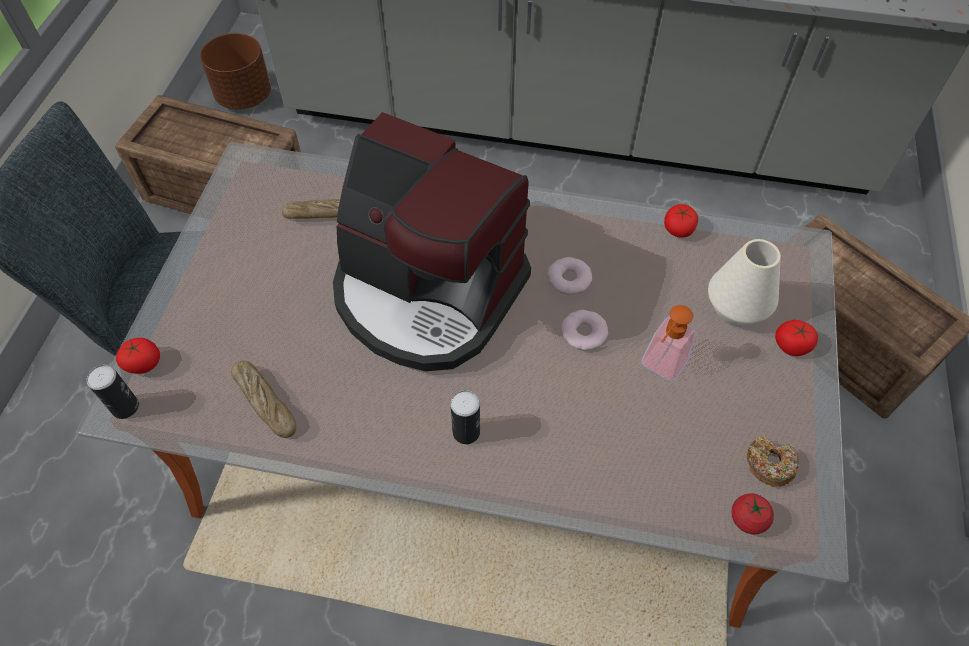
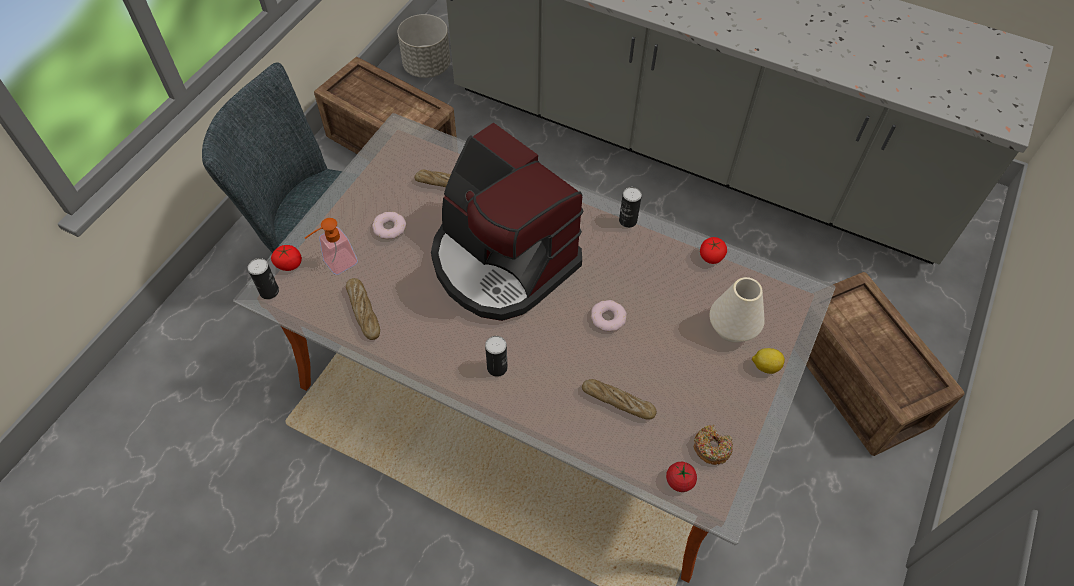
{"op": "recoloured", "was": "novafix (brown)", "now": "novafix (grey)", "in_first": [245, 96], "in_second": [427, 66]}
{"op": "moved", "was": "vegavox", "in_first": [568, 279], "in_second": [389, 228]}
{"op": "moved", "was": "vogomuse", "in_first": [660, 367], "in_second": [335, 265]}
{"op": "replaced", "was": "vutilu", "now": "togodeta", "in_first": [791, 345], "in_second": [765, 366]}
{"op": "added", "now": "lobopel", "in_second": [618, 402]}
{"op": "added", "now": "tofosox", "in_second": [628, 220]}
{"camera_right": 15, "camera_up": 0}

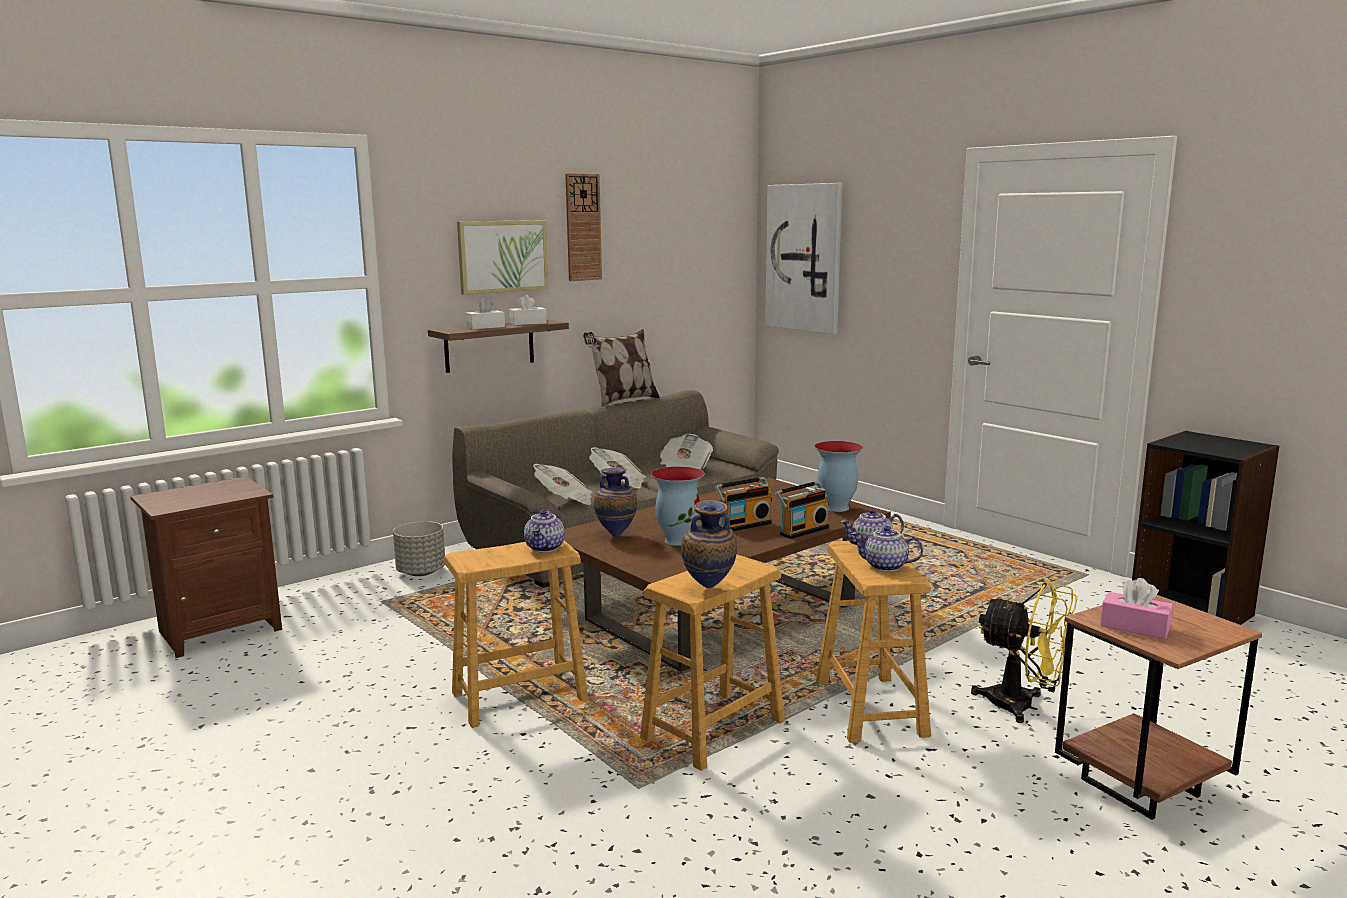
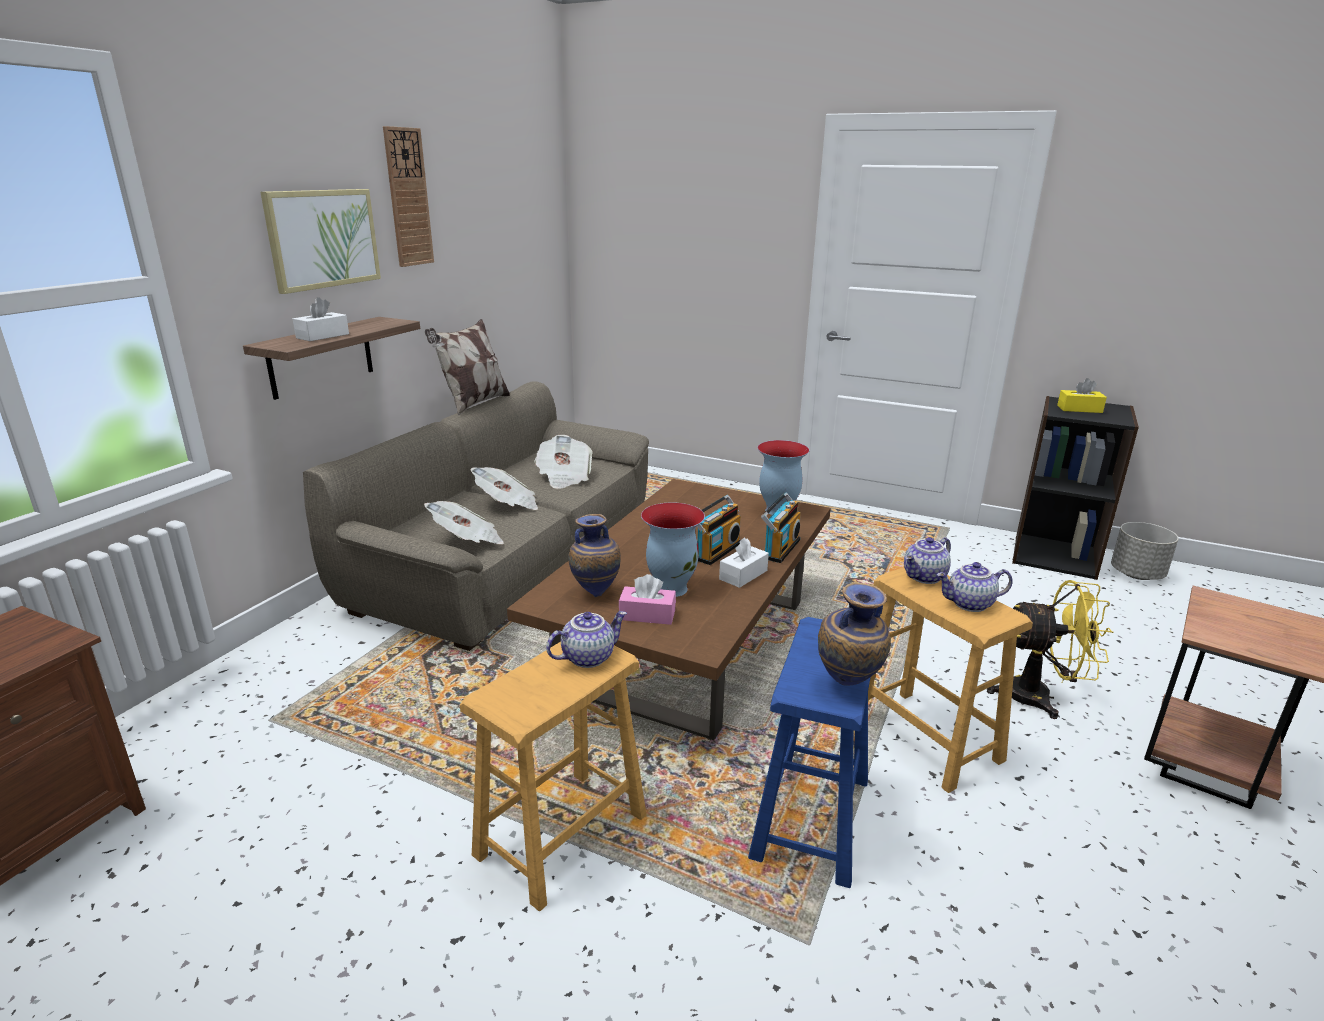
{"op": "moved", "was": "novafix (grey)", "in_first": [421, 572], "in_second": [1136, 574]}
{"op": "moved", "was": "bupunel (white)", "in_first": [528, 323], "in_second": [743, 575]}
{"op": "turned", "was": "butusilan", "in_first": [545, 548], "in_second": [588, 657], "clockwise": -105}
{"op": "recoloured", "was": "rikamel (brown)", "now": "rikamel (blue)", "in_first": [714, 730], "in_second": [811, 818]}
{"op": "removed", "was": "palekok", "in_first": [804, 258]}
{"op": "moved", "was": "bupunel (pink)", "in_first": [1135, 627], "in_second": [647, 615]}
{"op": "added", "now": "bupunel (yellow)", "in_second": [1079, 409]}
{"camera_right": -25, "camera_up": 10}

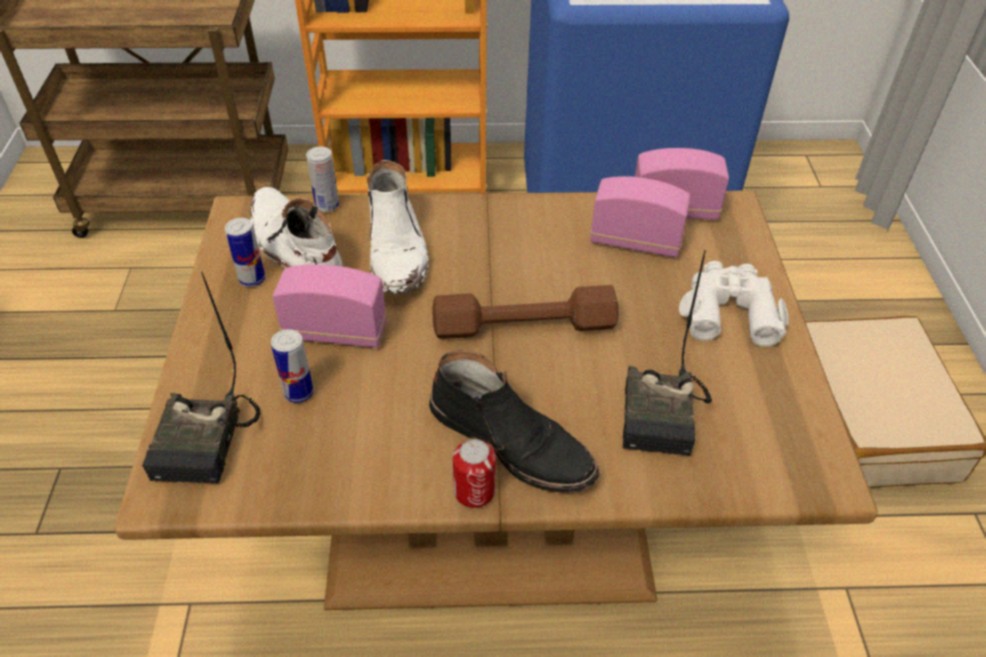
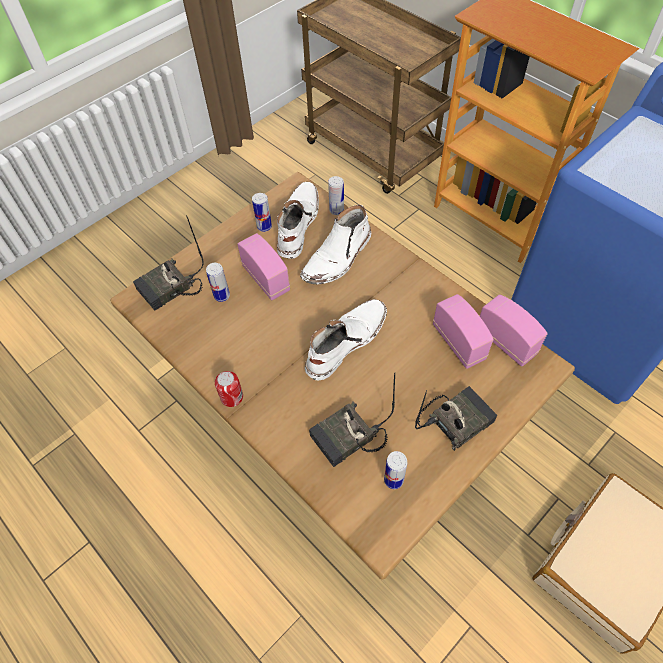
{"op": "removed", "was": "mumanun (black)", "in_first": [512, 441]}
{"op": "replaced", "was": "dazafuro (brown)", "now": "mumanun (white)", "in_first": [524, 326], "in_second": [345, 342]}
{"op": "replaced", "was": "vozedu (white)", "now": "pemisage", "in_first": [729, 311], "in_second": [455, 419]}
{"op": "added", "now": "tofosox", "in_second": [393, 480]}
{"camera_right": 50, "camera_up": 10}

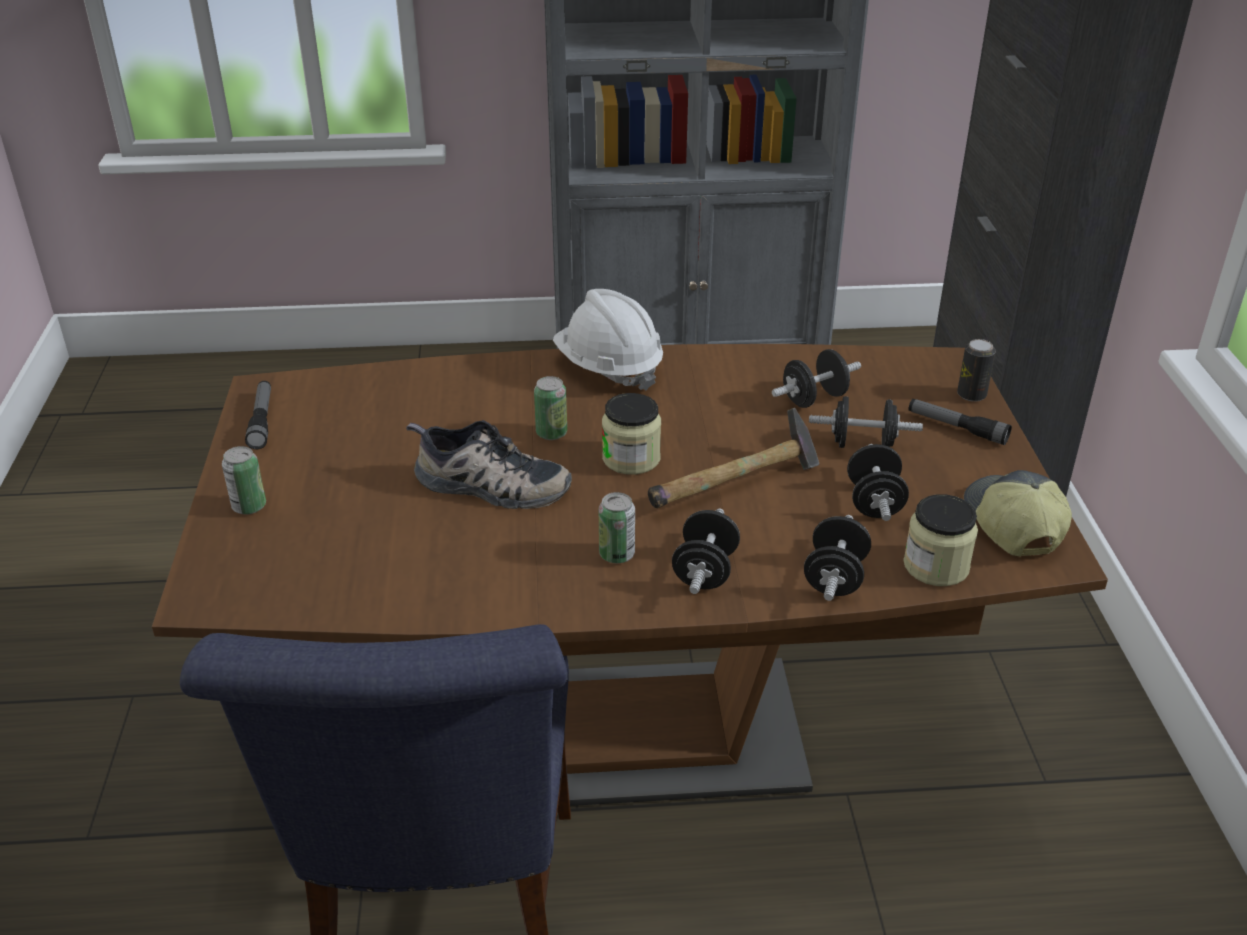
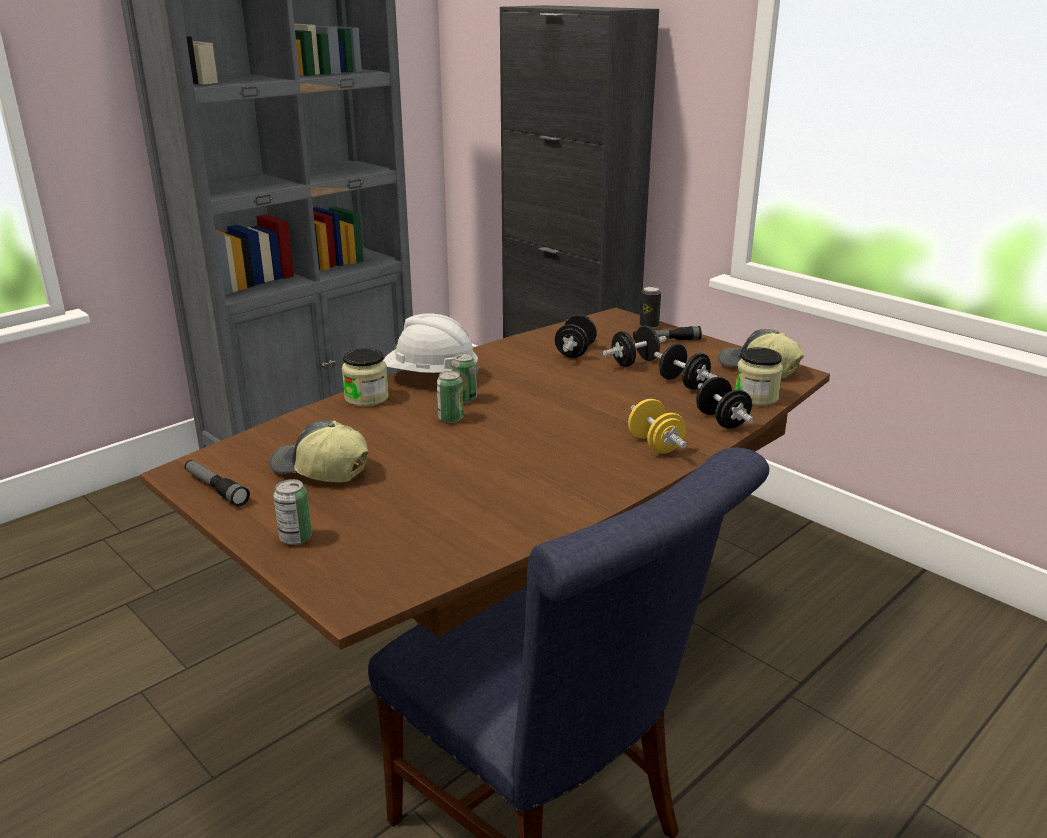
{"op": "removed", "was": "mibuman", "in_first": [489, 486]}
{"op": "moved", "was": "tofosox", "in_first": [617, 554], "in_second": [464, 399]}
{"op": "moved", "was": "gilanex", "in_first": [631, 458], "in_second": [366, 398]}
{"op": "removed", "was": "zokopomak", "in_first": [737, 486]}
{"op": "recoloured", "was": "dazafuro (black)", "now": "dazafuro (yellow)", "in_first": [705, 572], "in_second": [655, 445]}
{"op": "added", "now": "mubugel", "in_second": [319, 470]}
{"camera_right": -40, "camera_up": -10}

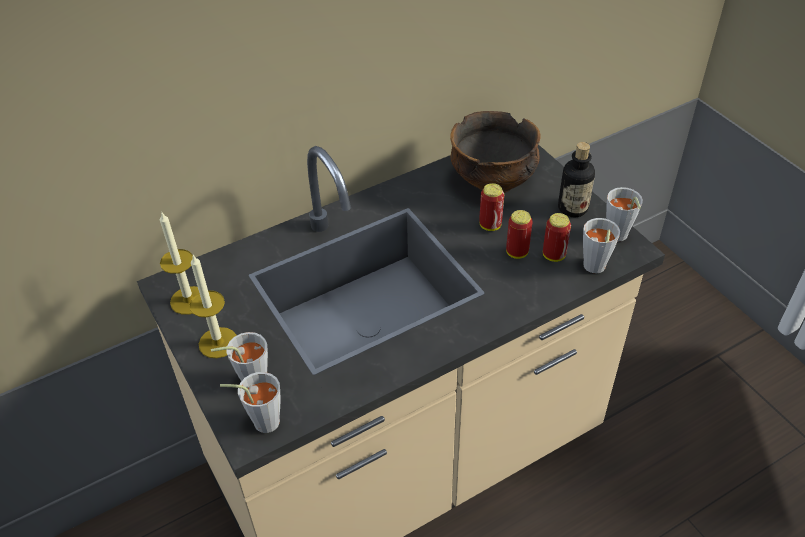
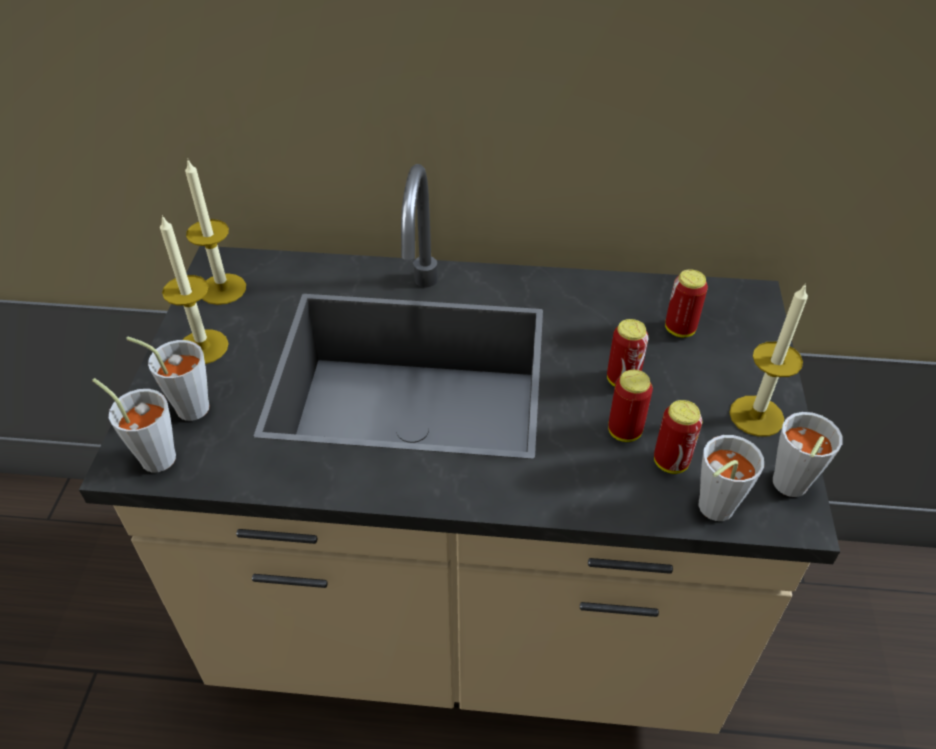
{"op": "replaced", "was": "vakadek", "now": "tofosox", "in_first": [493, 181], "in_second": [679, 329]}
{"op": "replaced", "was": "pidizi", "now": "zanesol", "in_first": [572, 208], "in_second": [756, 416]}
{"camera_right": 35, "camera_up": 0}

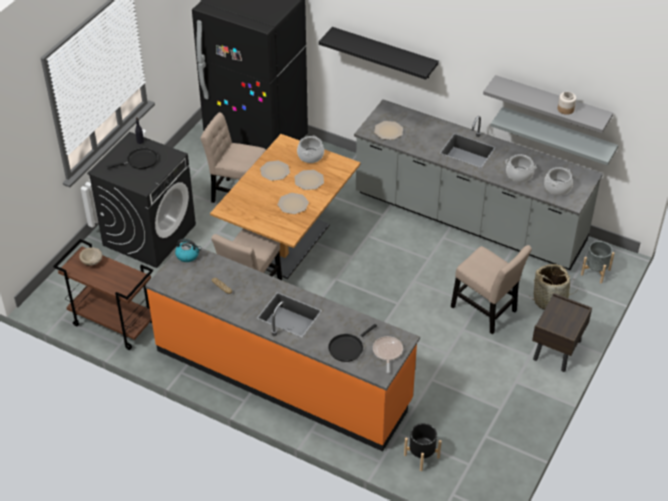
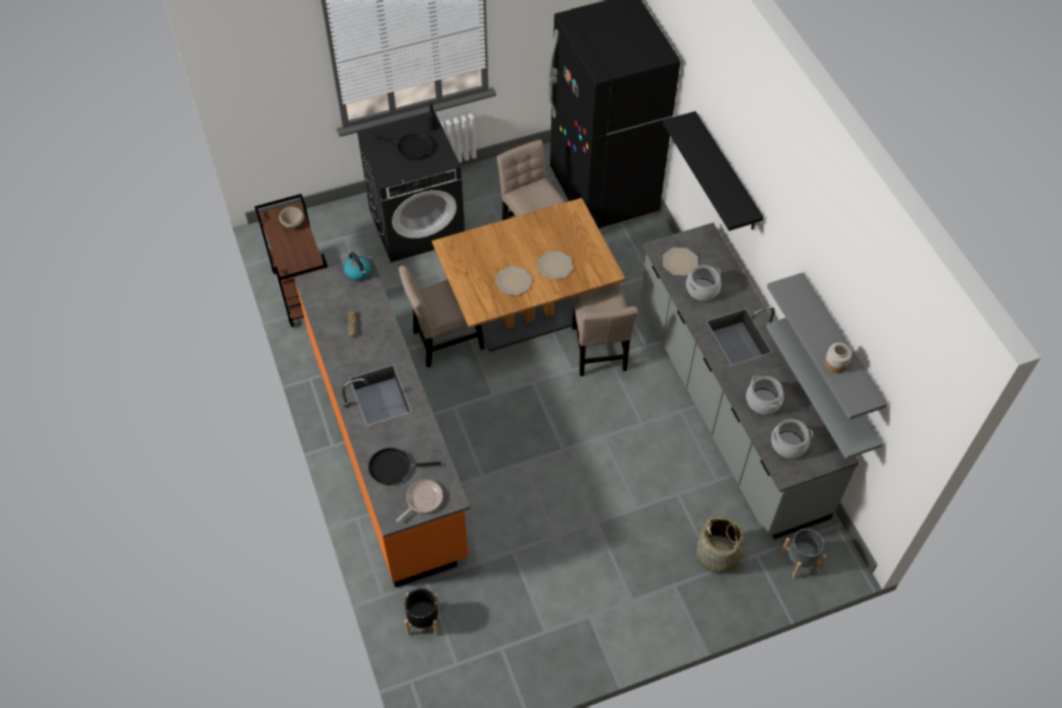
{"op": "removed", "was": "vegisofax", "in_first": [274, 171]}
{"op": "moved", "was": "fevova", "in_first": [310, 156], "in_second": [702, 289]}
{"op": "moved", "was": "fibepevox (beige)", "in_first": [486, 311], "in_second": [598, 352]}
{"op": "removed", "was": "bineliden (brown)", "in_first": [557, 351]}
{"camera_right": 40, "camera_up": 10}

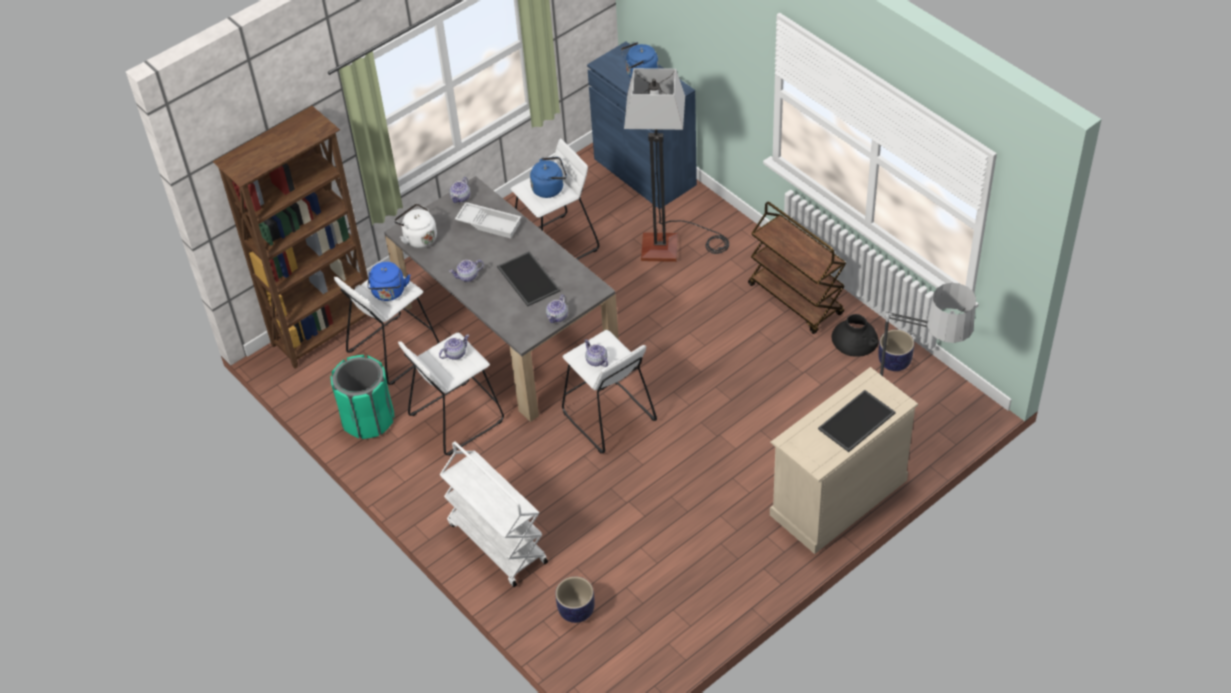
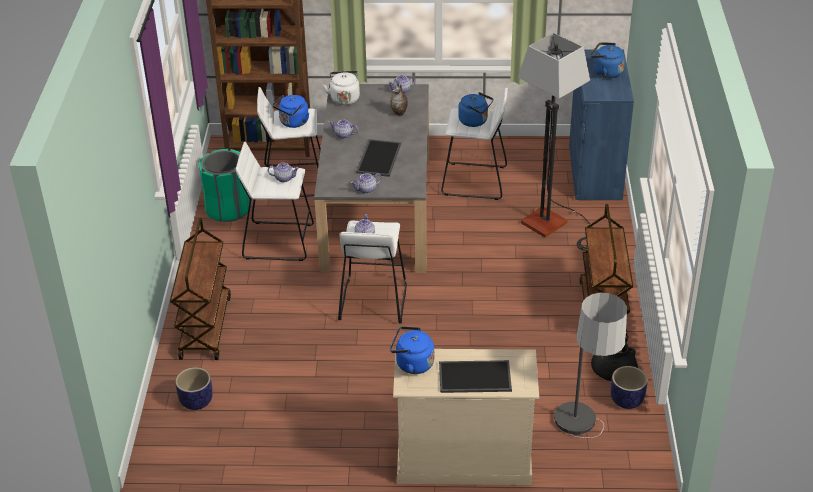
{"op": "recoloured", "was": "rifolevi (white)", "now": "rifolevi (brown)", "in_first": [496, 542], "in_second": [205, 327]}
{"op": "replaced", "was": "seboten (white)", "now": "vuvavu", "in_first": [489, 223], "in_second": [399, 114]}
{"op": "added", "now": "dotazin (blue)", "in_second": [412, 364]}
{"camera_right": 40, "camera_up": -10}

